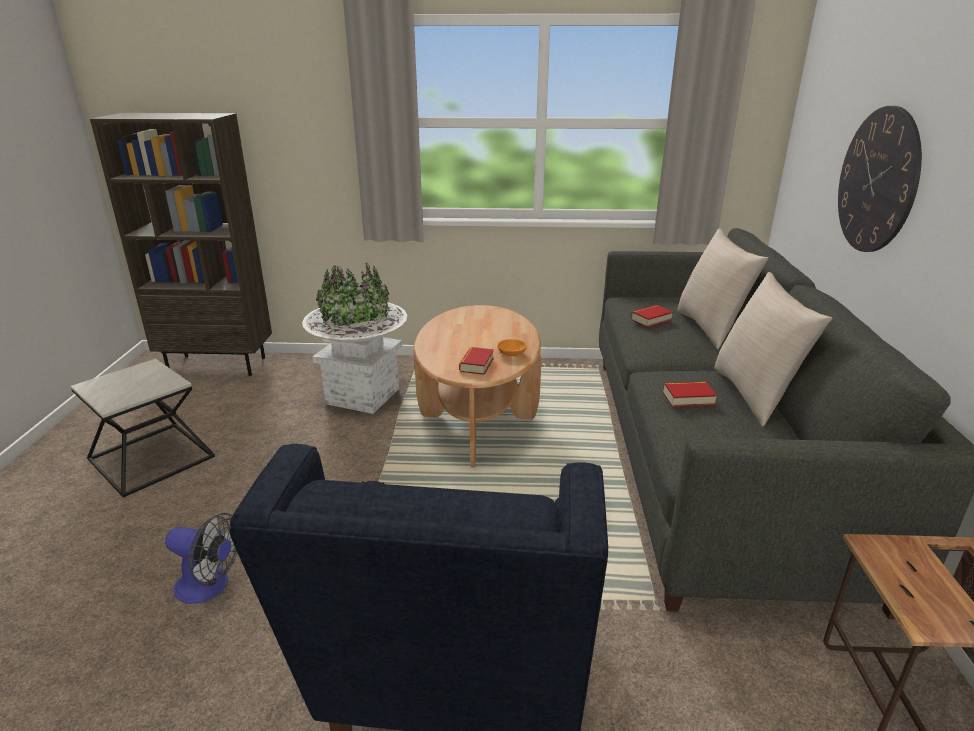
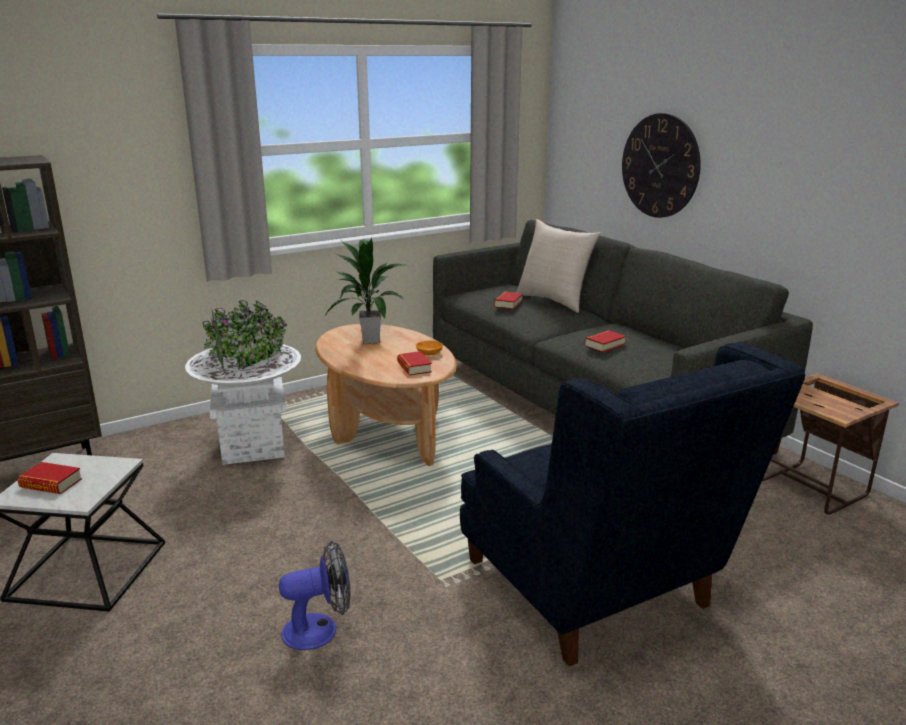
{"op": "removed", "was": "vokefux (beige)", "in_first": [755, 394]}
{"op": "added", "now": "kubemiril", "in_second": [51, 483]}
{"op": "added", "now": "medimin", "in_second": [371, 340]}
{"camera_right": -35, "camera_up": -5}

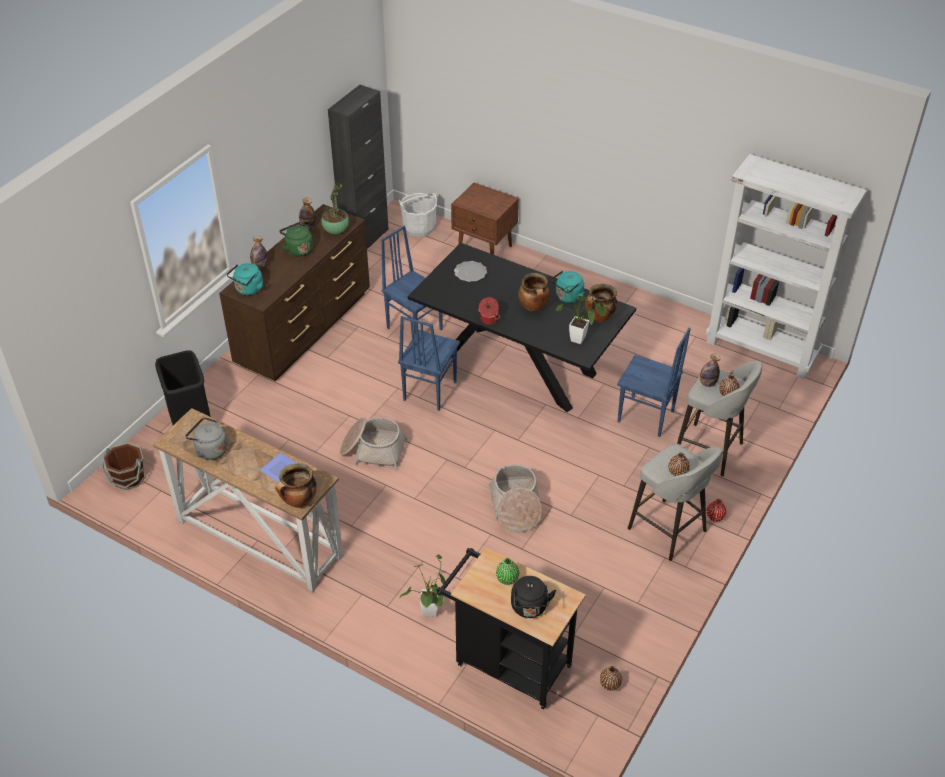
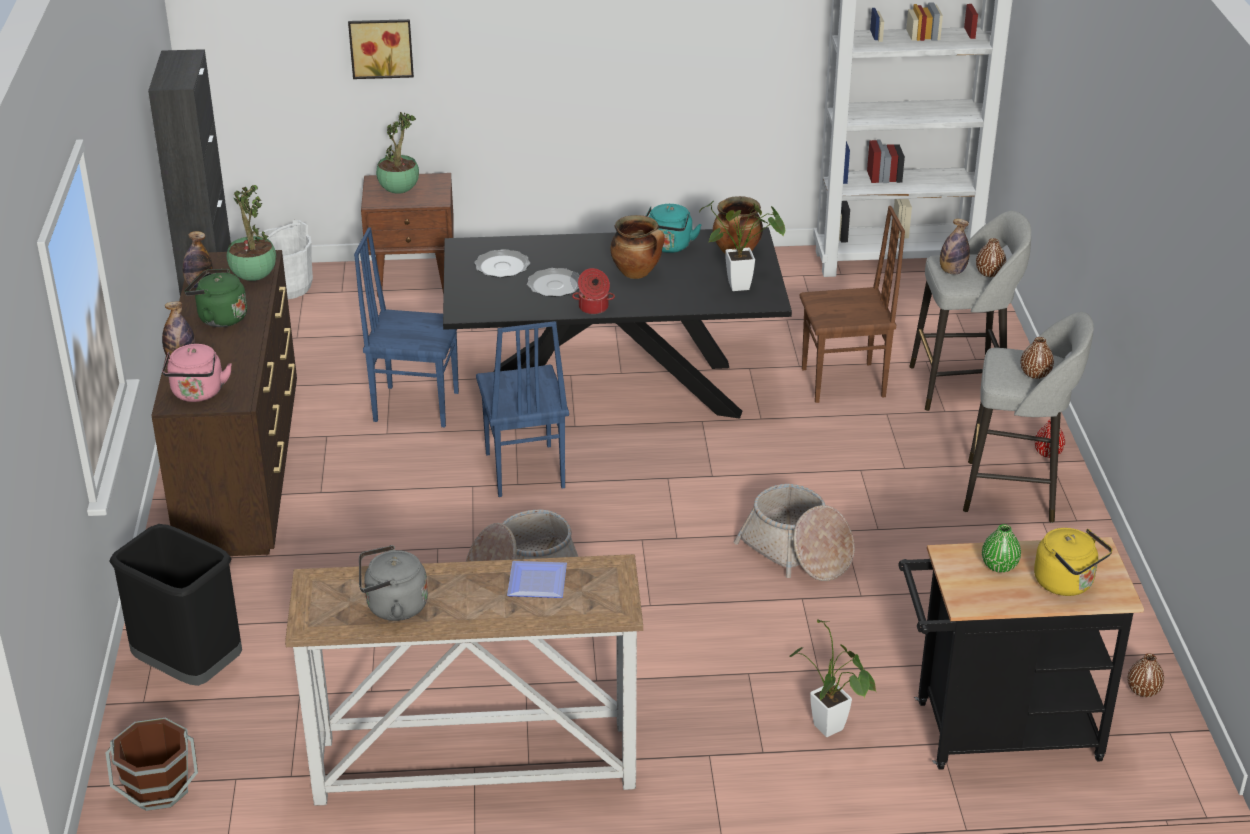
{"op": "recoloured", "was": "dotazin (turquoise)", "now": "dotazin (pink)", "in_first": [248, 290], "in_second": [198, 394]}
{"op": "removed", "was": "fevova", "in_first": [298, 502]}
{"op": "recoloured", "was": "dotazin (black)", "now": "dotazin (yellow)", "in_first": [529, 608], "in_second": [1067, 584]}
{"op": "recoloured", "was": "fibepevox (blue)", "now": "fibepevox (brown)", "in_first": [645, 417], "in_second": [844, 383]}
{"op": "added", "now": "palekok", "in_second": [381, 47]}
{"op": "added", "now": "medimin", "in_second": [399, 190]}
{"op": "added", "now": "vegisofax", "in_second": [554, 285]}
{"camera_right": -35, "camera_up": -10}

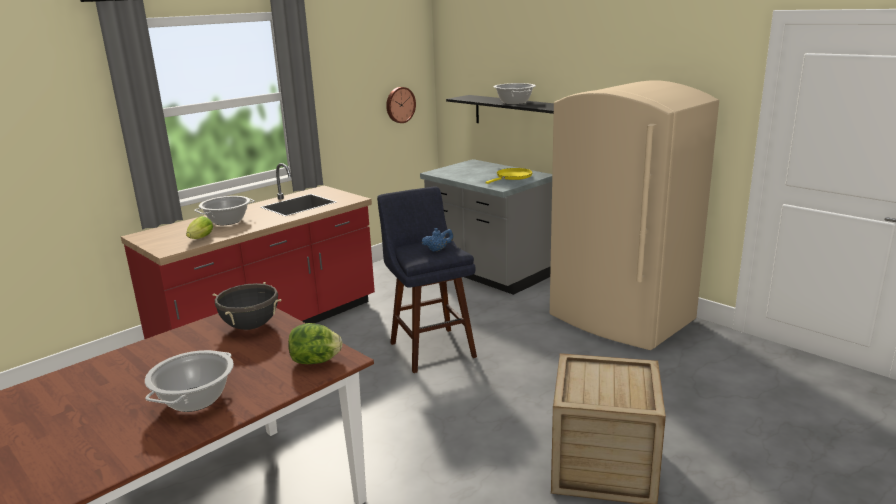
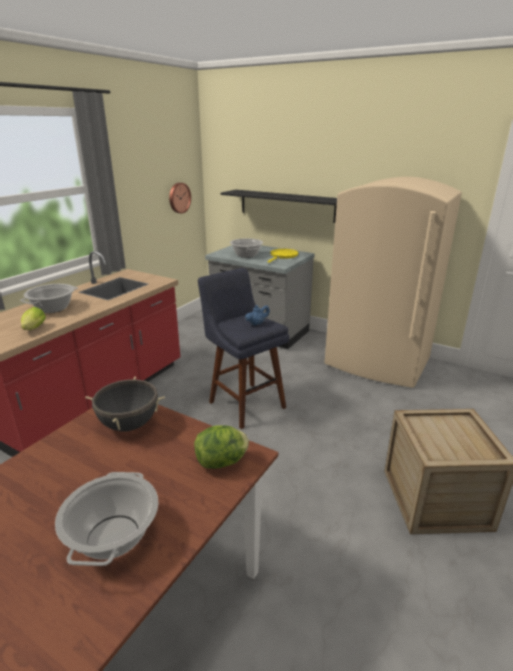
{"op": "moved", "was": "fevova", "in_first": [514, 102], "in_second": [246, 255]}
{"camera_right": -15, "camera_up": 5}

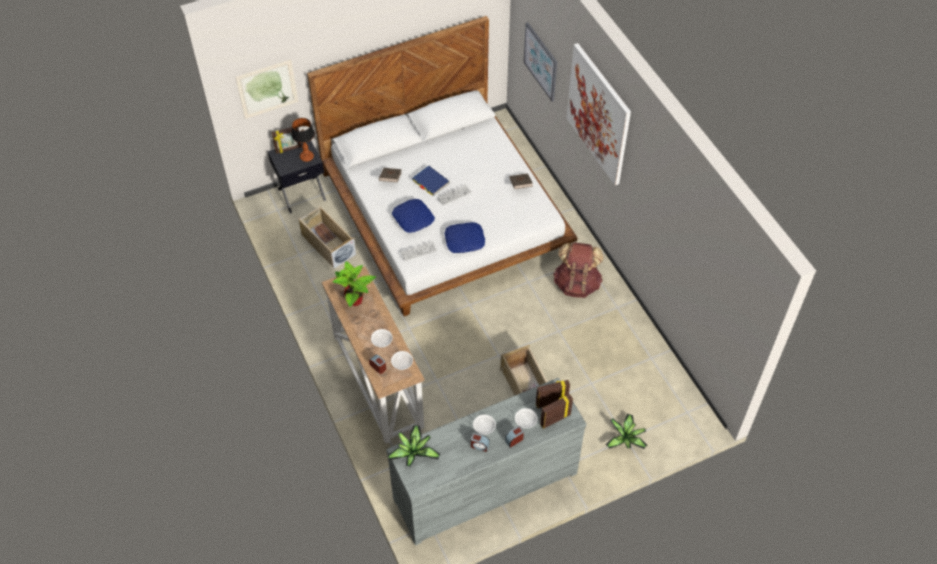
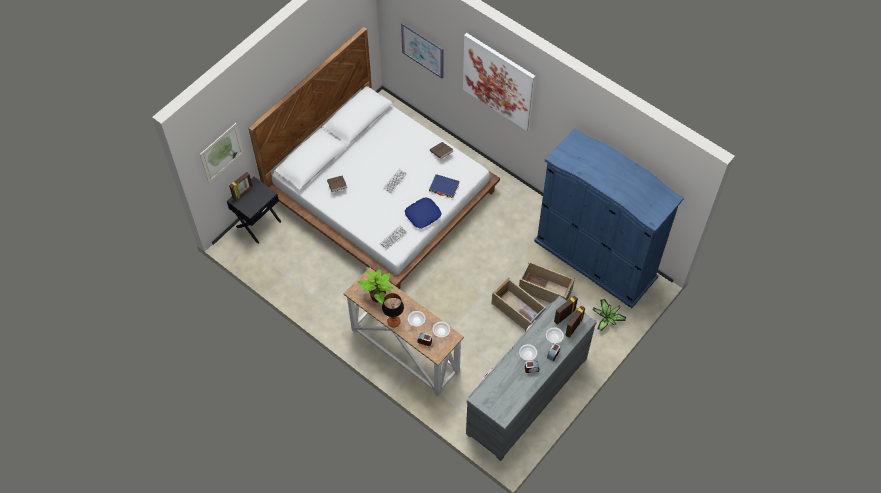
{"op": "moved", "was": "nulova", "in_first": [306, 157], "in_second": [394, 322]}
{"op": "moved", "was": "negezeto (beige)", "in_first": [328, 244], "in_second": [544, 290]}
{"op": "removed", "was": "medimin", "in_first": [413, 452]}
{"op": "removed", "was": "vokefux (blue)", "in_first": [413, 218]}
{"op": "moved", "was": "kubemiril (blue)", "in_first": [430, 182], "in_second": [444, 187]}
{"op": "removed", "was": "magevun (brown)", "in_first": [577, 284]}
{"op": "added", "now": "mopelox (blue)", "in_second": [595, 259]}
{"camera_right": -25, "camera_up": 5}

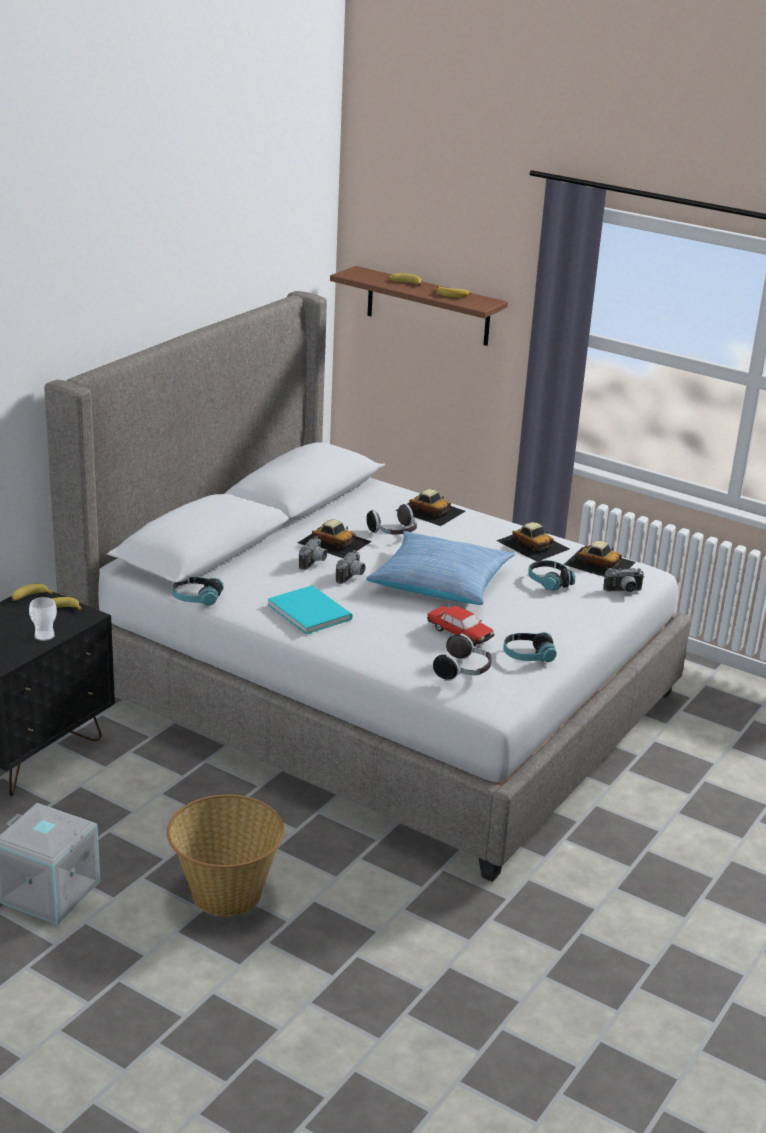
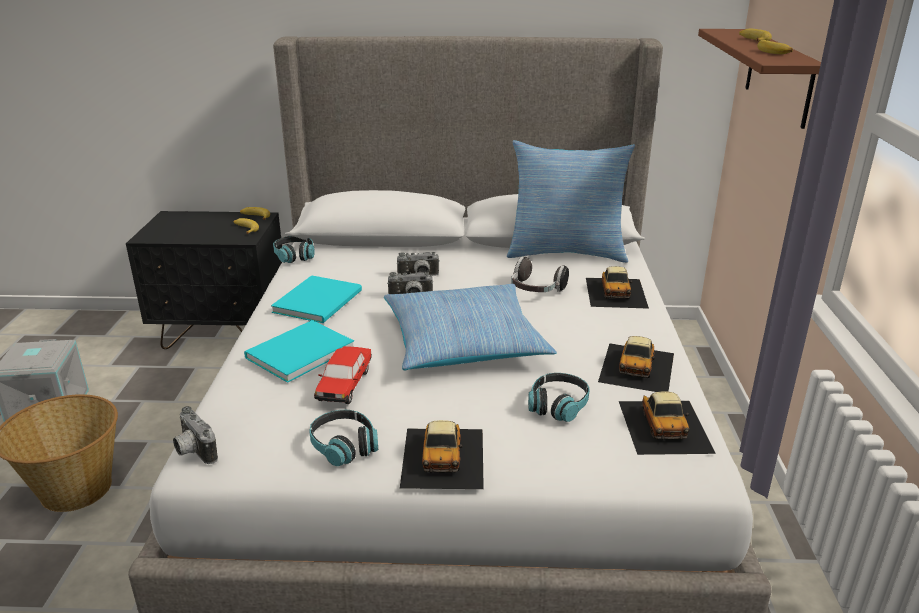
{"op": "removed", "was": "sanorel", "in_first": [44, 636]}
{"op": "moved", "was": "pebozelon", "in_first": [334, 541], "in_second": [443, 456]}
{"op": "removed", "was": "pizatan", "in_first": [463, 671]}
{"op": "moved", "was": "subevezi", "in_first": [623, 591], "in_second": [193, 451]}
{"op": "added", "now": "kubemiril (turquoise)", "in_second": [296, 353]}
{"op": "added", "now": "vokefux", "in_second": [566, 252]}
{"camera_right": 60, "camera_up": 0}

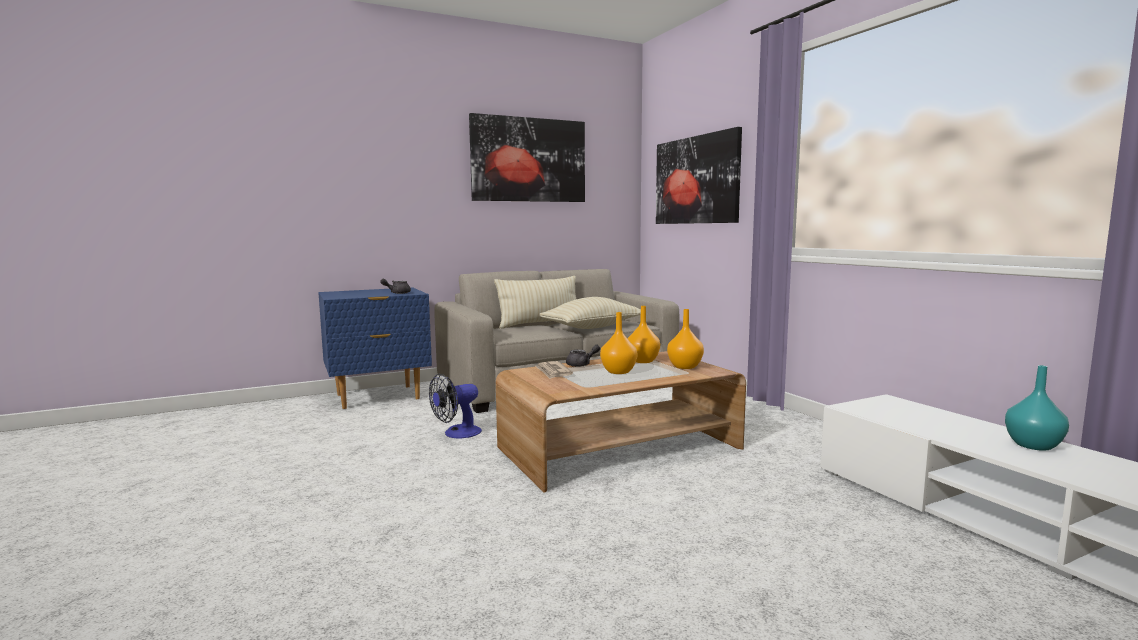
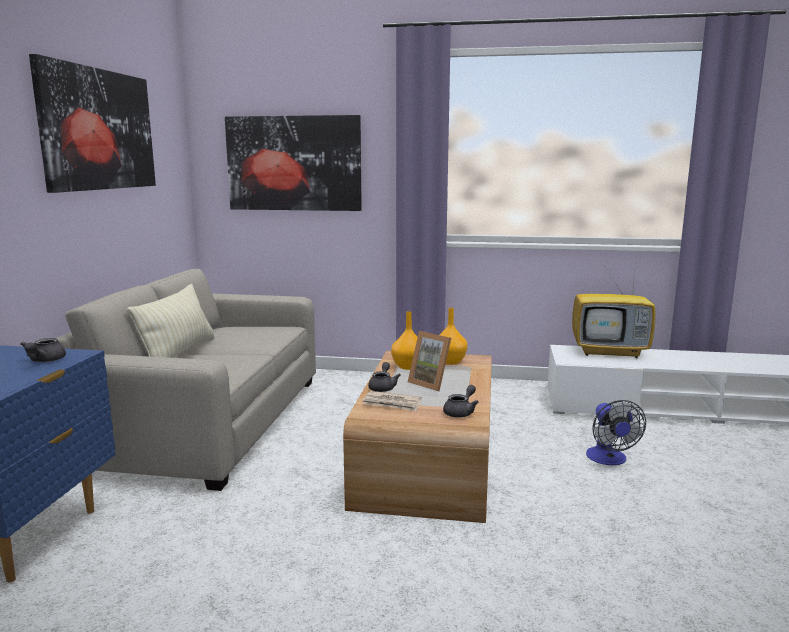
{"op": "moved", "was": "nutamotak", "in_first": [457, 434], "in_second": [609, 459]}
{"op": "removed", "was": "vokefux (beige)", "in_first": [592, 327]}
{"op": "replaced", "was": "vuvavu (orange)", "now": "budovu", "in_first": [619, 372], "in_second": [431, 383]}
{"op": "removed", "was": "vuvavu (turquoise)", "in_first": [1032, 445]}
{"op": "added", "now": "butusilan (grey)", "in_second": [461, 412]}
{"op": "added", "now": "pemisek", "in_second": [610, 352]}
{"camera_right": -55, "camera_up": 5}

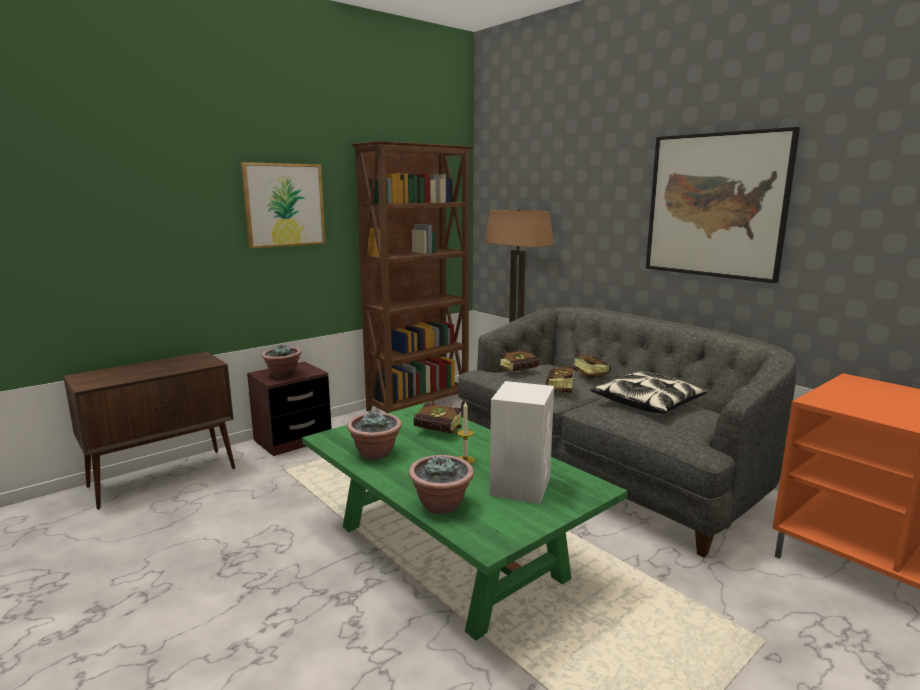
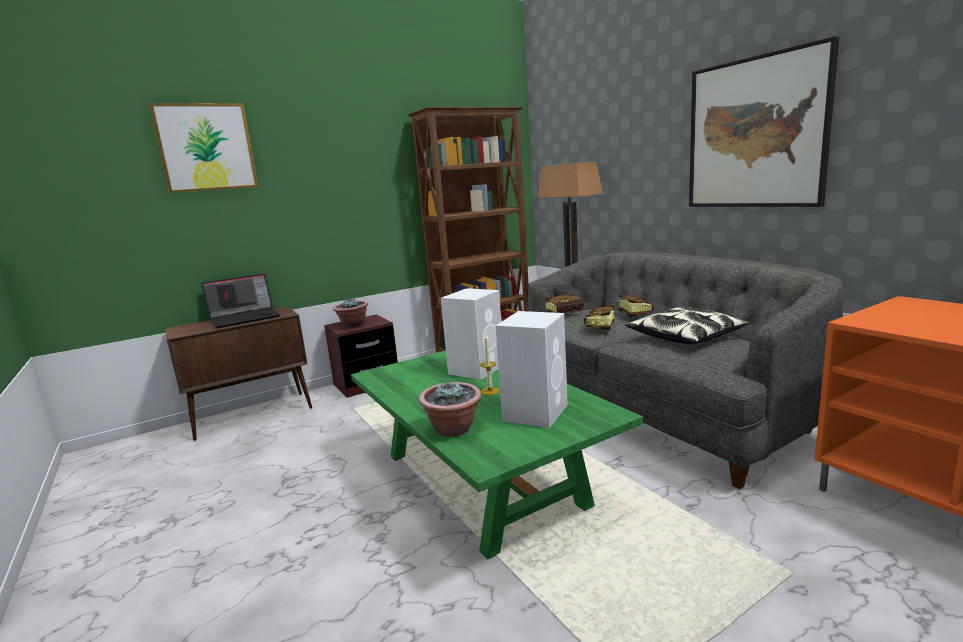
{"op": "moved", "was": "palekok", "in_first": [284, 205], "in_second": [206, 147]}
{"op": "removed", "was": "medimin", "in_first": [375, 454]}
{"op": "replaced", "was": "kubemiril", "now": "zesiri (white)", "in_first": [442, 433], "in_second": [477, 369]}
{"op": "added", "now": "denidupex", "in_second": [245, 318]}
{"camera_right": 10, "camera_up": 0}

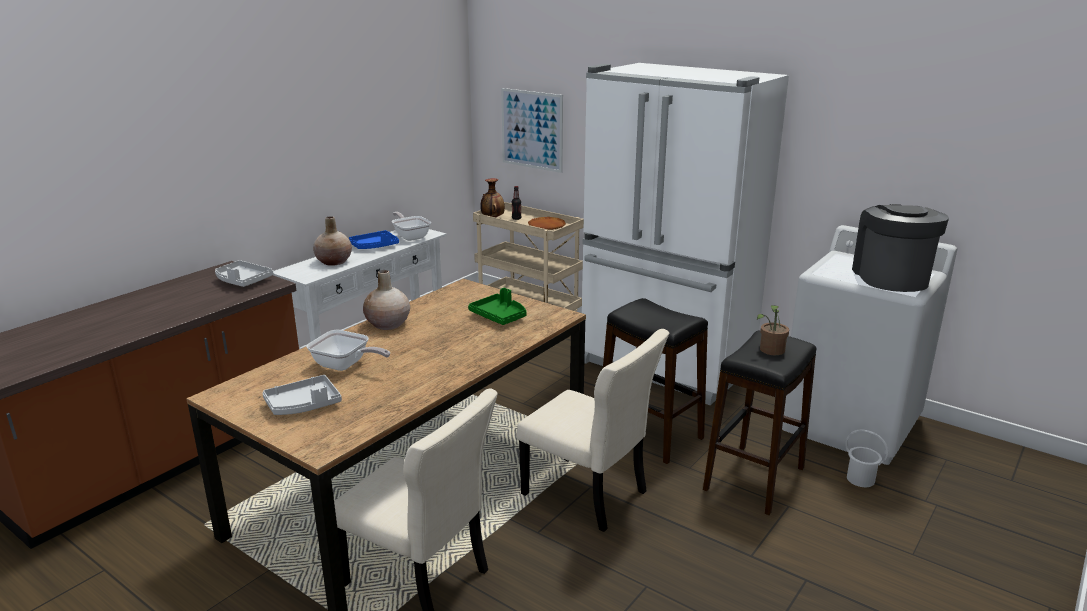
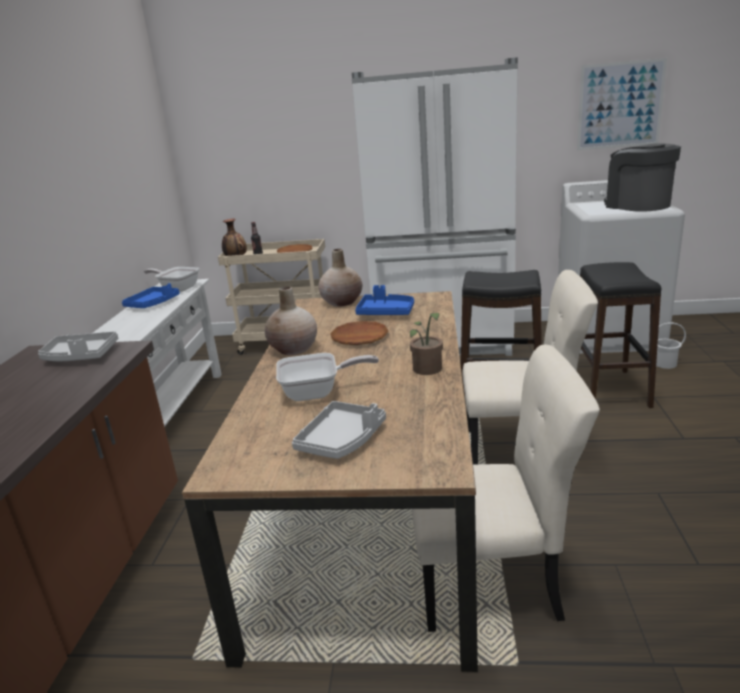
{"op": "moved", "was": "vuvavu (beige)", "in_first": [334, 261], "in_second": [342, 302]}
{"op": "recoloured", "was": "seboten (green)", "now": "seboten (blue)", "in_first": [499, 316], "in_second": [386, 312]}
{"op": "moved", "was": "palekok", "in_first": [532, 129], "in_second": [620, 105]}
{"op": "moved", "was": "medimin", "in_first": [770, 351], "in_second": [427, 370]}
{"op": "added", "now": "vegisofax (brown)", "in_second": [359, 337]}
{"camera_right": -30, "camera_up": 0}

